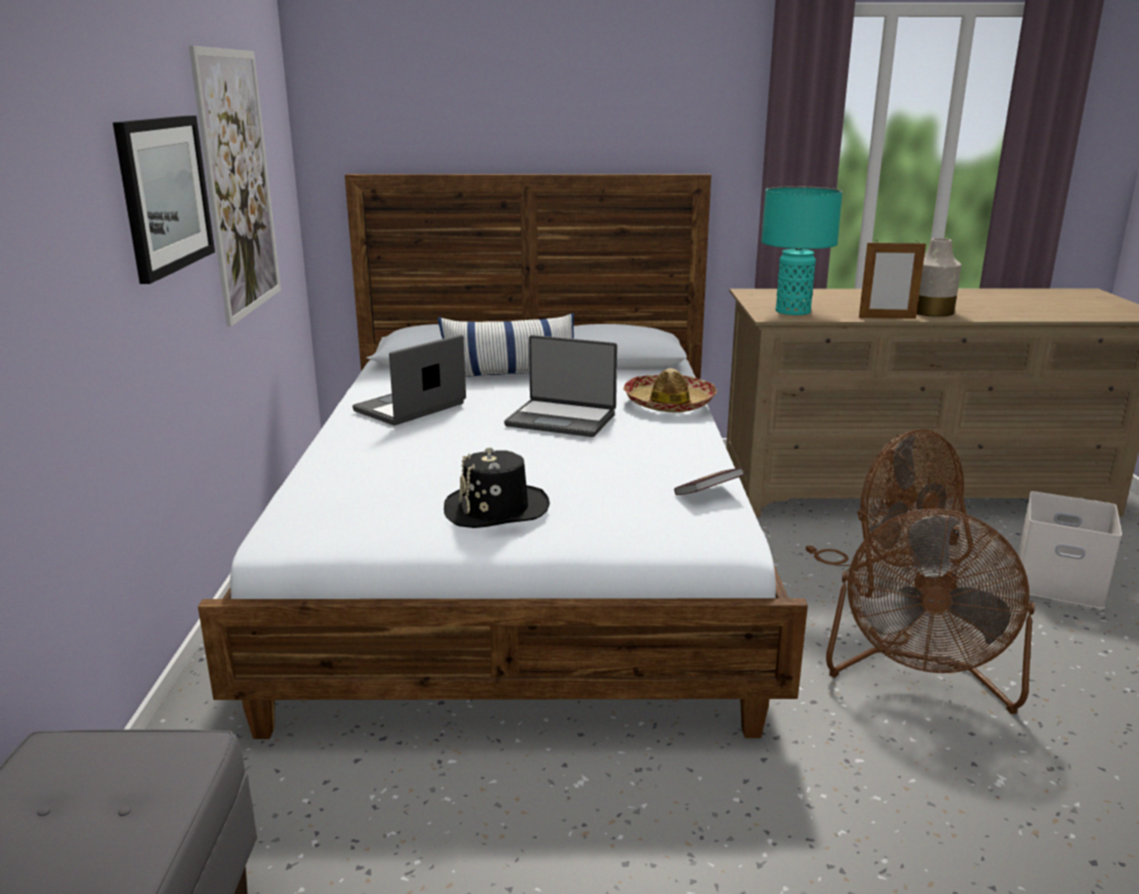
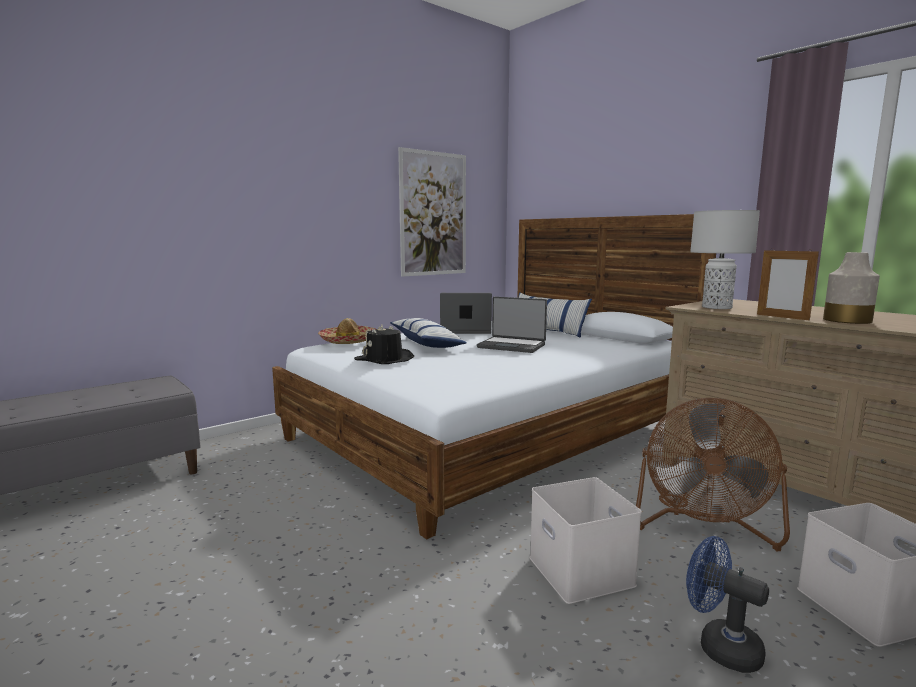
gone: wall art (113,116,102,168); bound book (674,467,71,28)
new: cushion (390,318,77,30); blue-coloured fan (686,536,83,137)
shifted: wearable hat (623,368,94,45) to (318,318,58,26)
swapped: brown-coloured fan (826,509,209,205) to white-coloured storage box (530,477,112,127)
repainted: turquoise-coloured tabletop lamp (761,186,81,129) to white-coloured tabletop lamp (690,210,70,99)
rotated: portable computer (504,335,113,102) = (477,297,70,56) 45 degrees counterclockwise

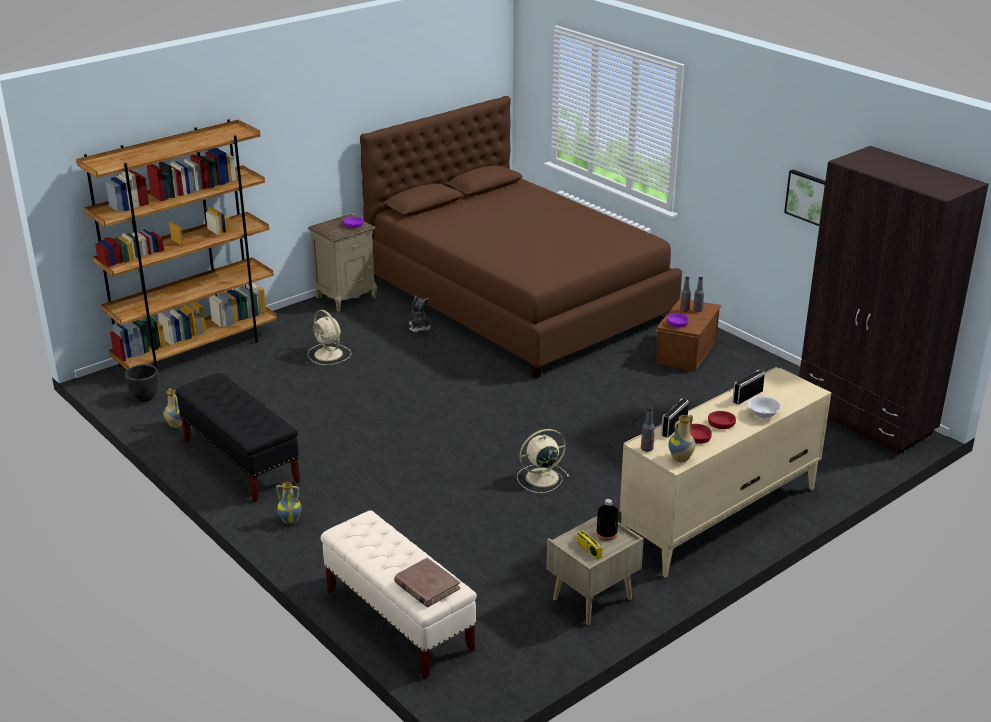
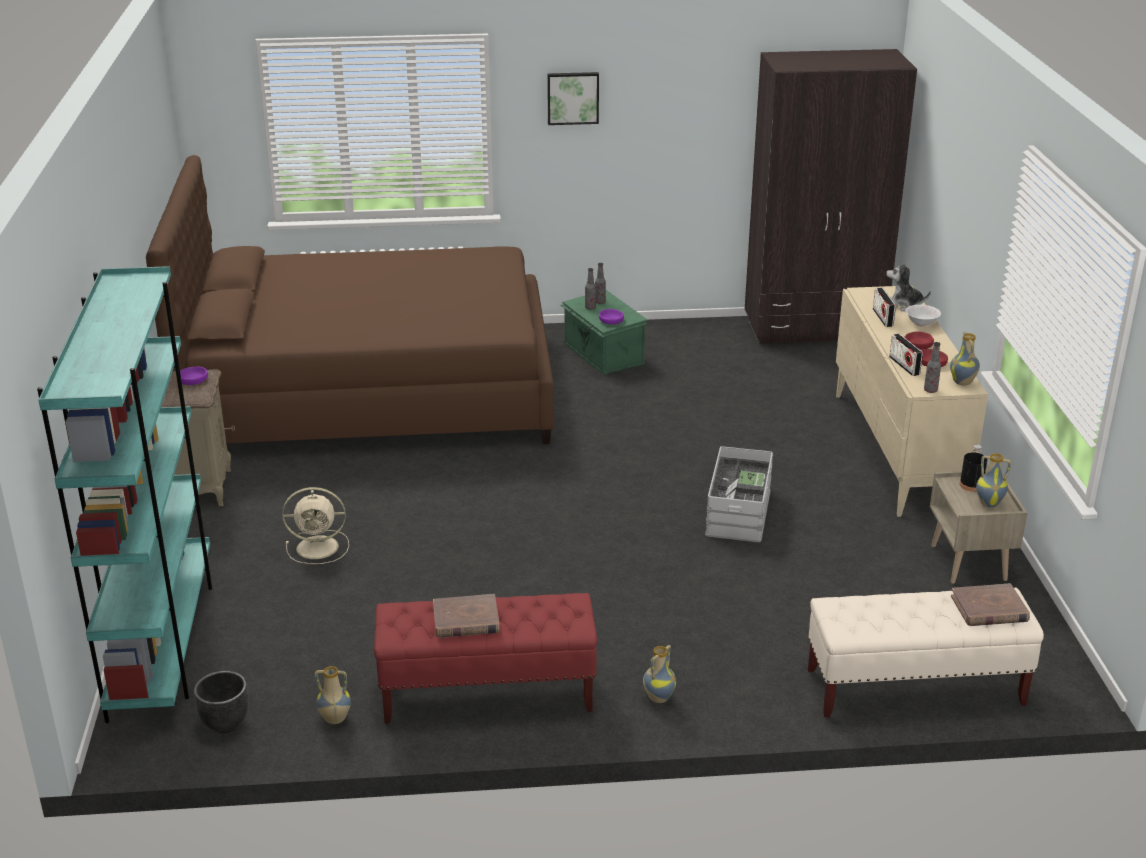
new: brown-coloured bound book (433,594,67,44)
shifted: plush toy (409,296,22,36) to (886,262,45,49); wall art (784,170,41,56) to (547,72,52,53)
swapped: beige-coloured fan (517,429,53,64) to grey storage box (705,446,68,96); radio receiver (577,525,26,34) to vase (976,453,35,54)
repainted: brown-coloured bookcase (76,120,202,250) to turquoise-coloured bookcase (37,266,175,457); black-coloured long seat (175,372,125,130) to reddish long seat (374,593,223,131); brown-coloured storage box (655,298,66,74) to green storage box (561,290,87,85)

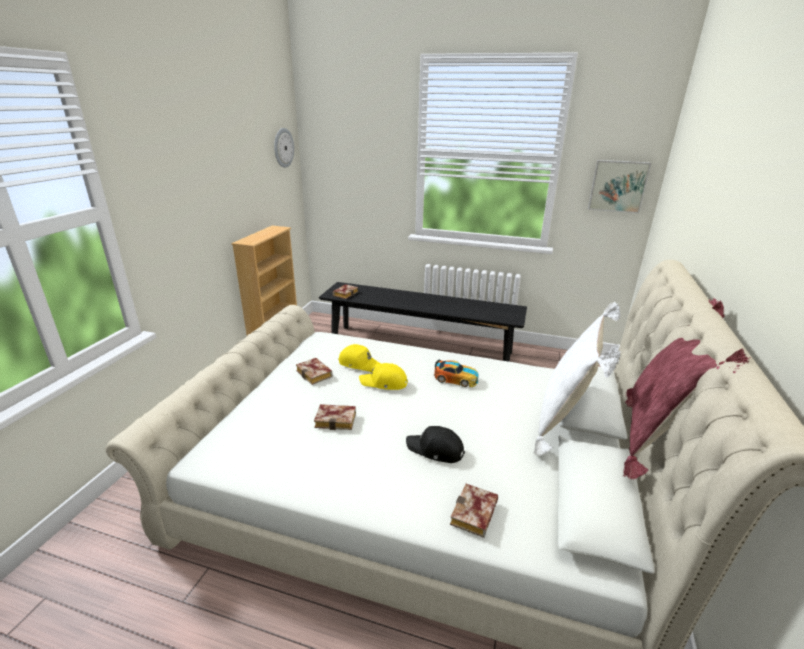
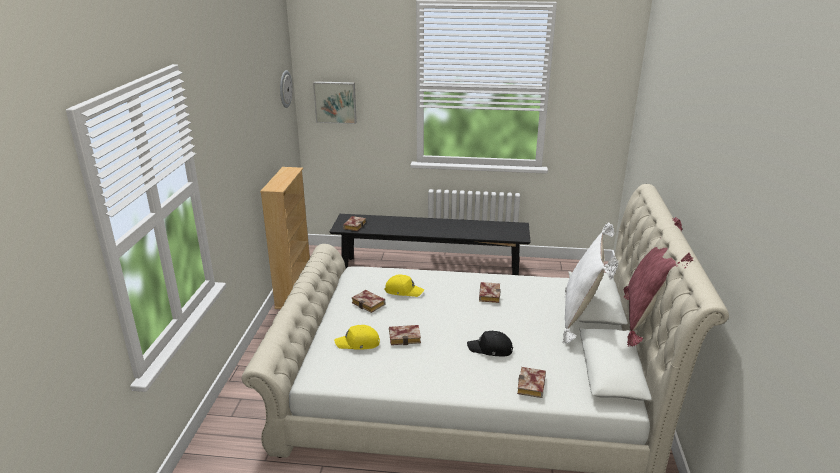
shifted: yellowish peaked cap (359,363,49,27) to (334,325,46,25); wall art (588,160,63,53) to (313,81,44,43)
swapped: toy car (433,359,46,28) to bound book (479,282,22,21)

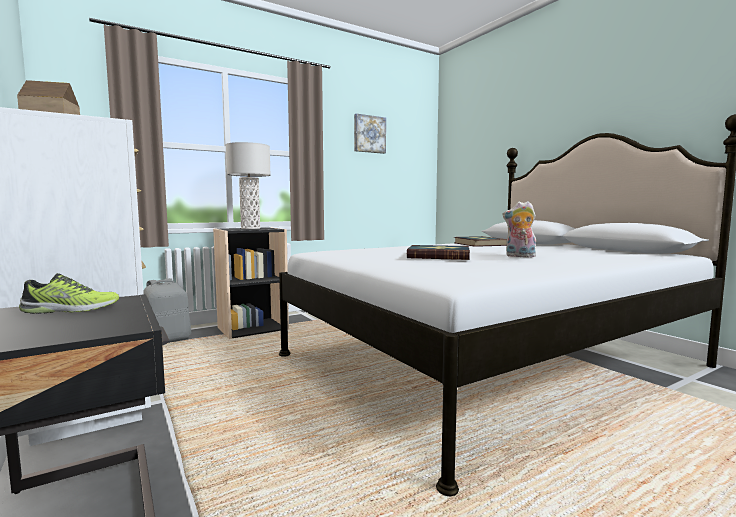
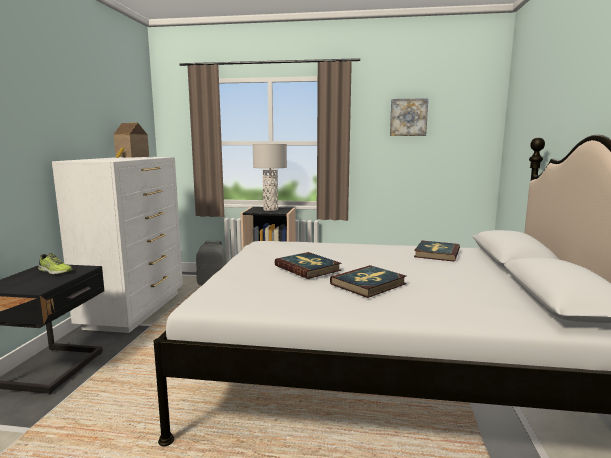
swapped: plush toy (503,201,33,56) to bound book (330,265,76,33)

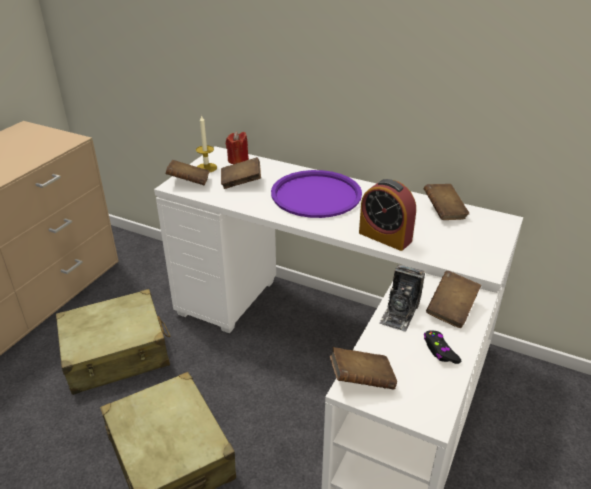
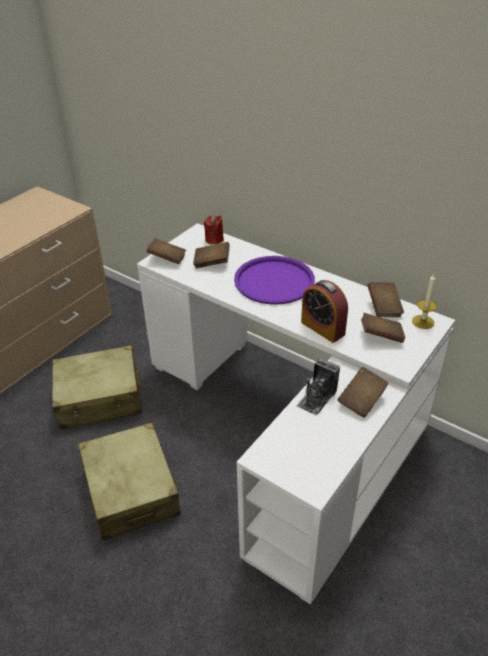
gone: black-coloured gamepad (424,330,38,34)
shifted: candle (196,115,21,58) to (412,274,25,55); brown-coloured bound book (330,347,67,43) to (361,313,44,30)

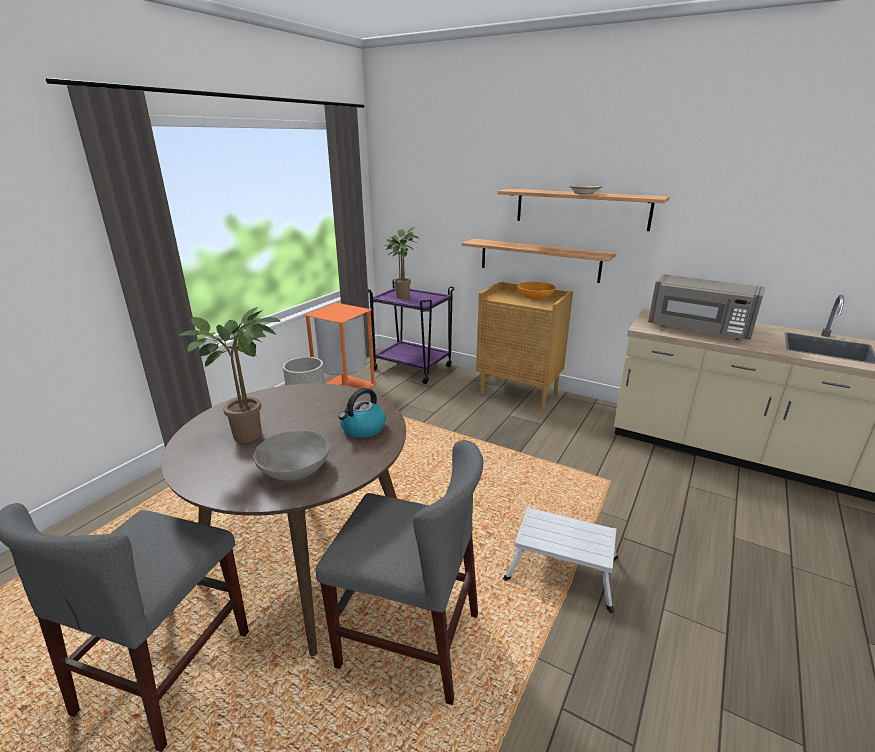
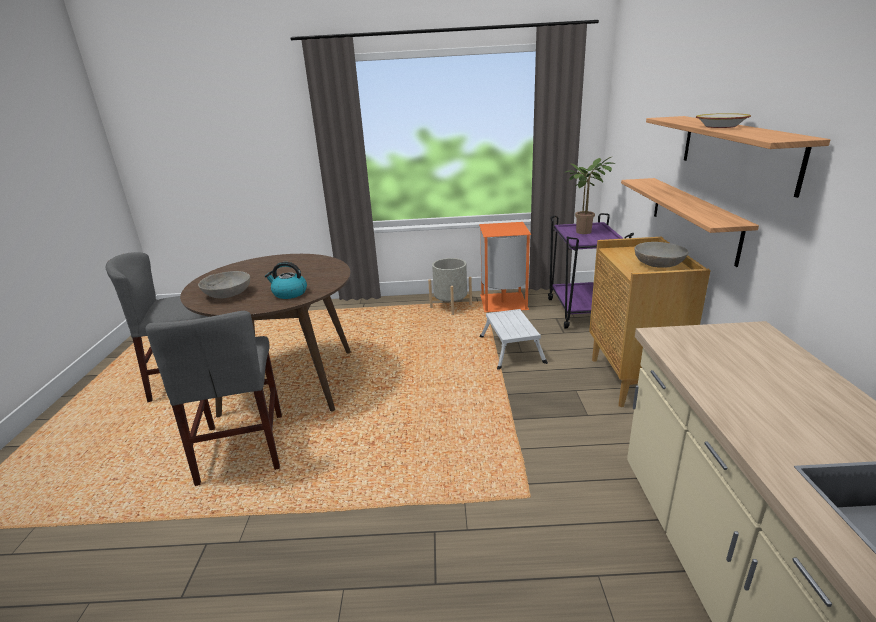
gone: potted plant (179,307,102,136); grey microwave oven (648,274,117,66)
shifted: white-coloured step ladder (503,507,115,107) to (479,309,69,61)
repainted: orangey deep dish (517,282,38,18) to grey deep dish (635,242,53,26)

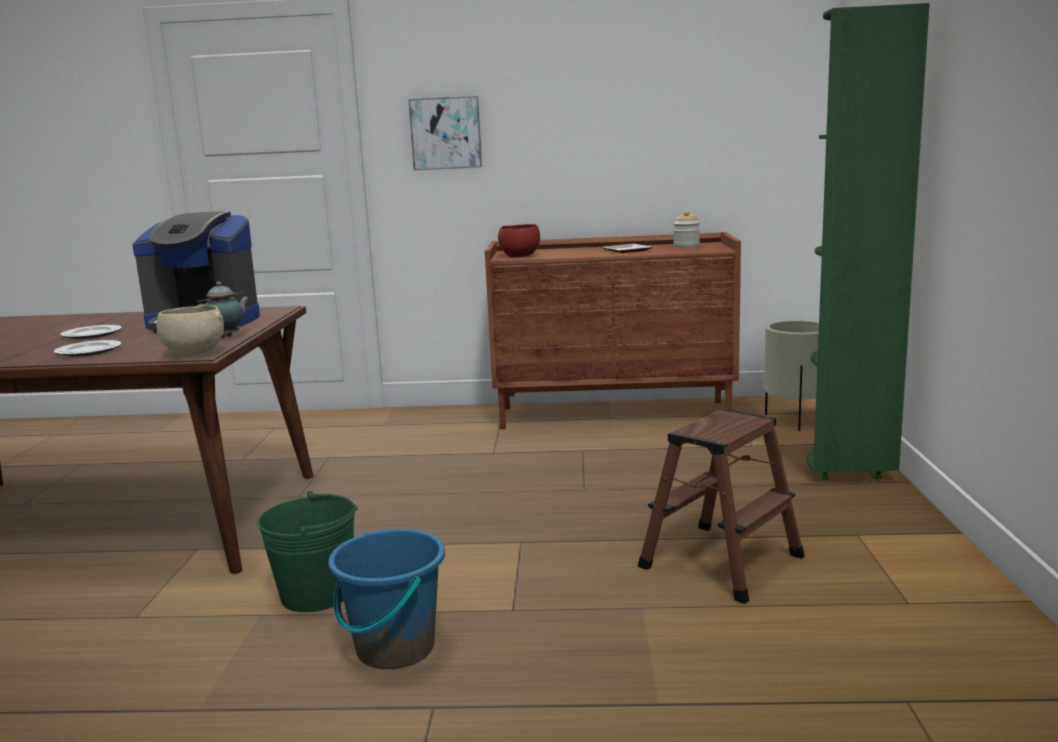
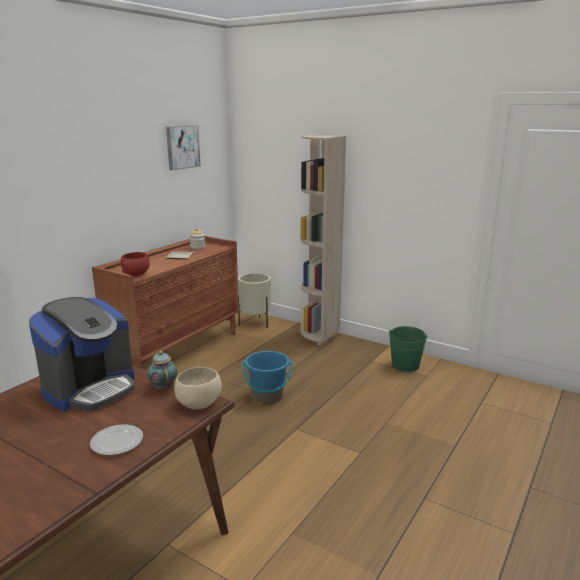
gone: dinner plate (60,325,62,14); brown-coloured step ladder (638,408,167,196)
shifted: green bucket (257,491,101,121) to (389,326,38,46); blue-coloured bucket (328,529,117,140) to (243,351,49,53); wall art (408,96,74,74) to (166,125,34,45)
repainted: green bookcase (807,3,123,477) to beige-coloured bookcase (300,134,46,211)

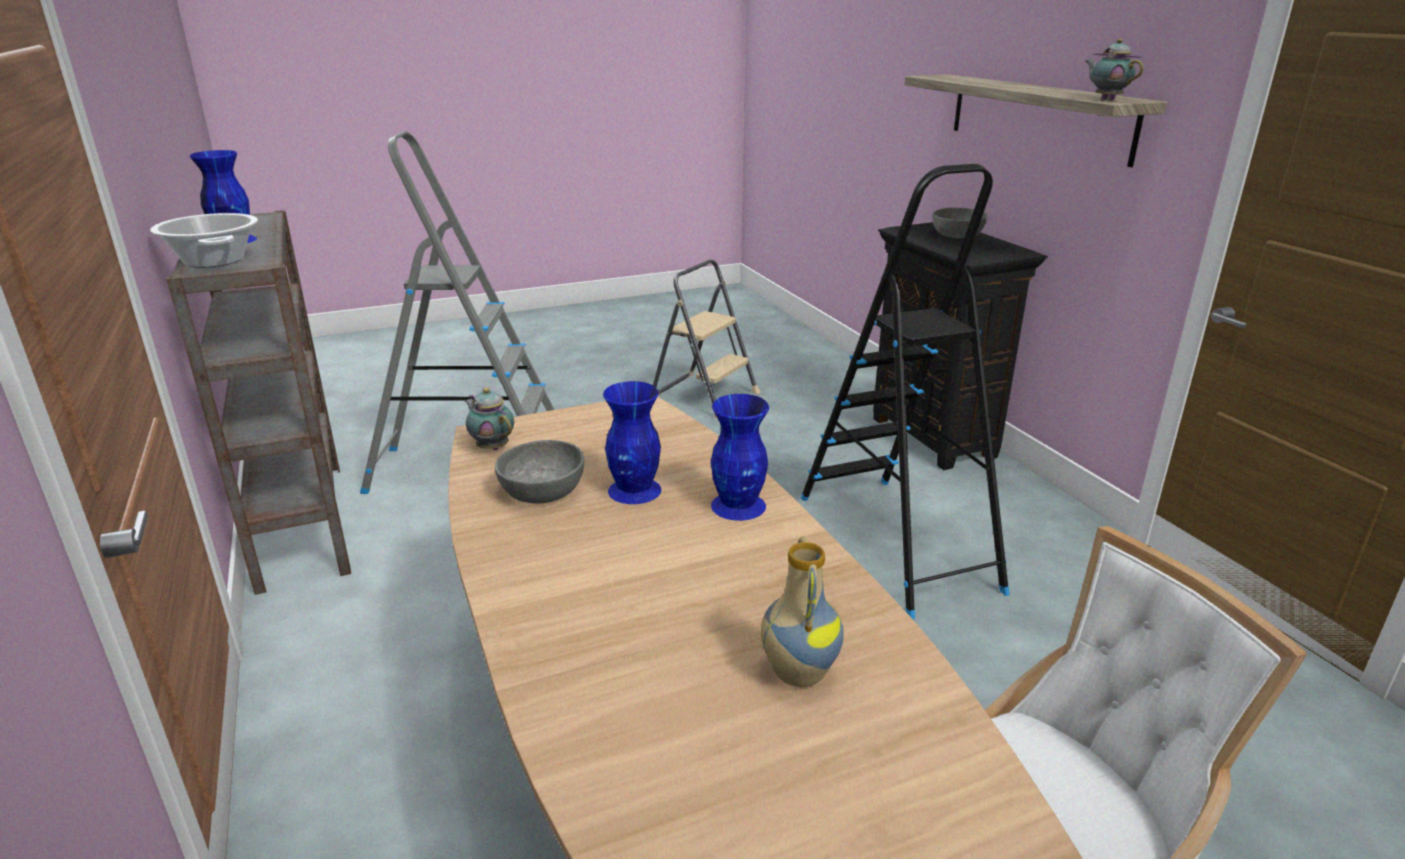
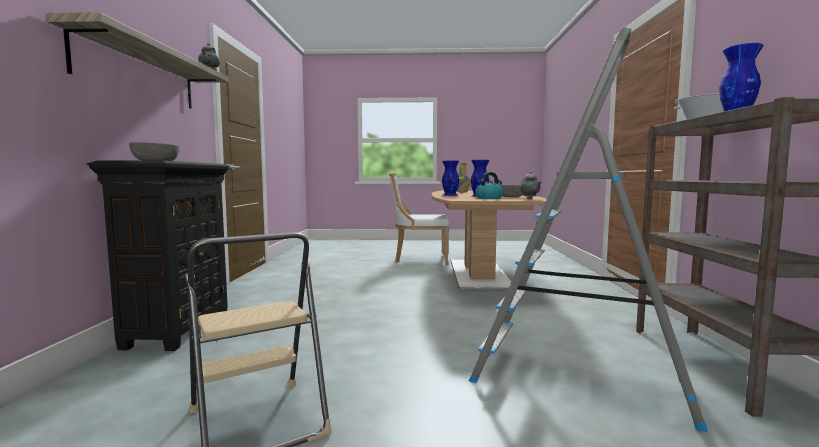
gone: black-coloured step ladder (801,164,208,455)
new: kettle (475,172,29,27)

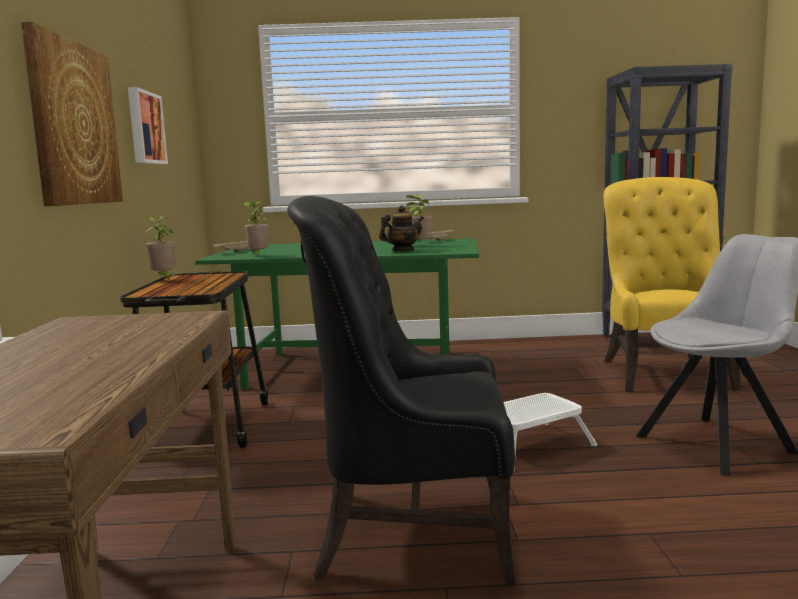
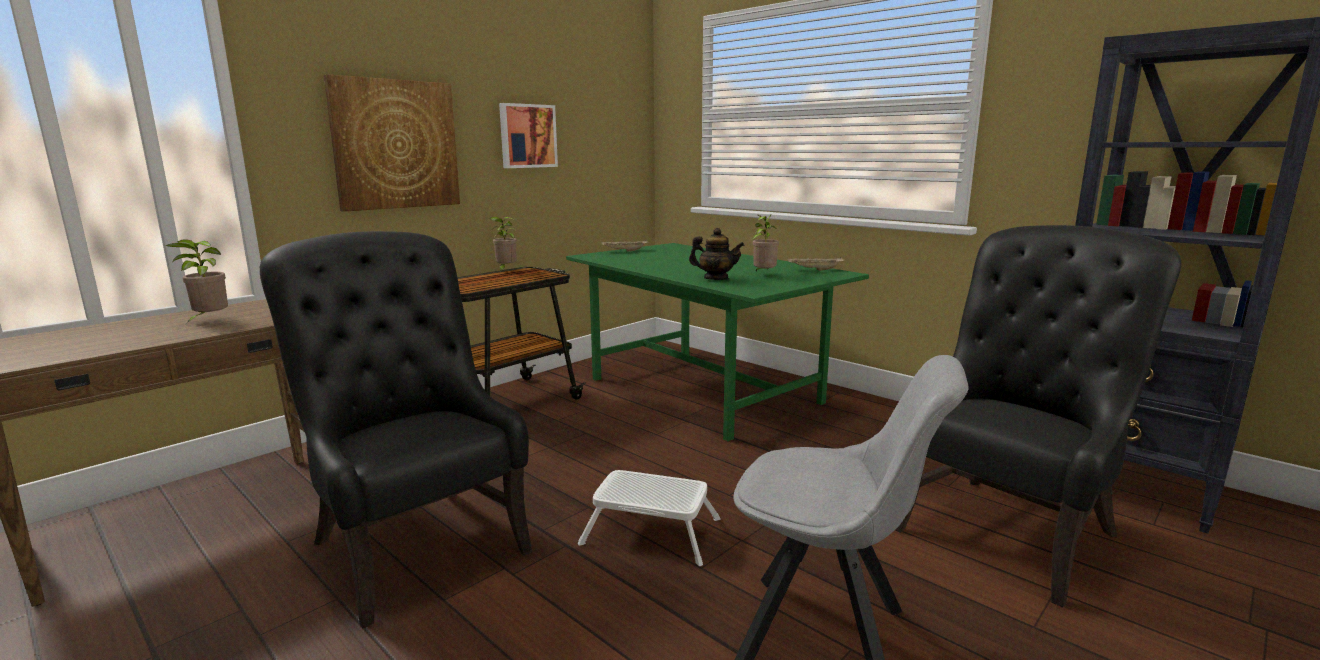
shifted: potted plant (242,202,27,55) to (166,239,62,85)
repainted: yellowish plain chair (603,177,138,215) to black-coloured plain chair (895,225,286,382)

